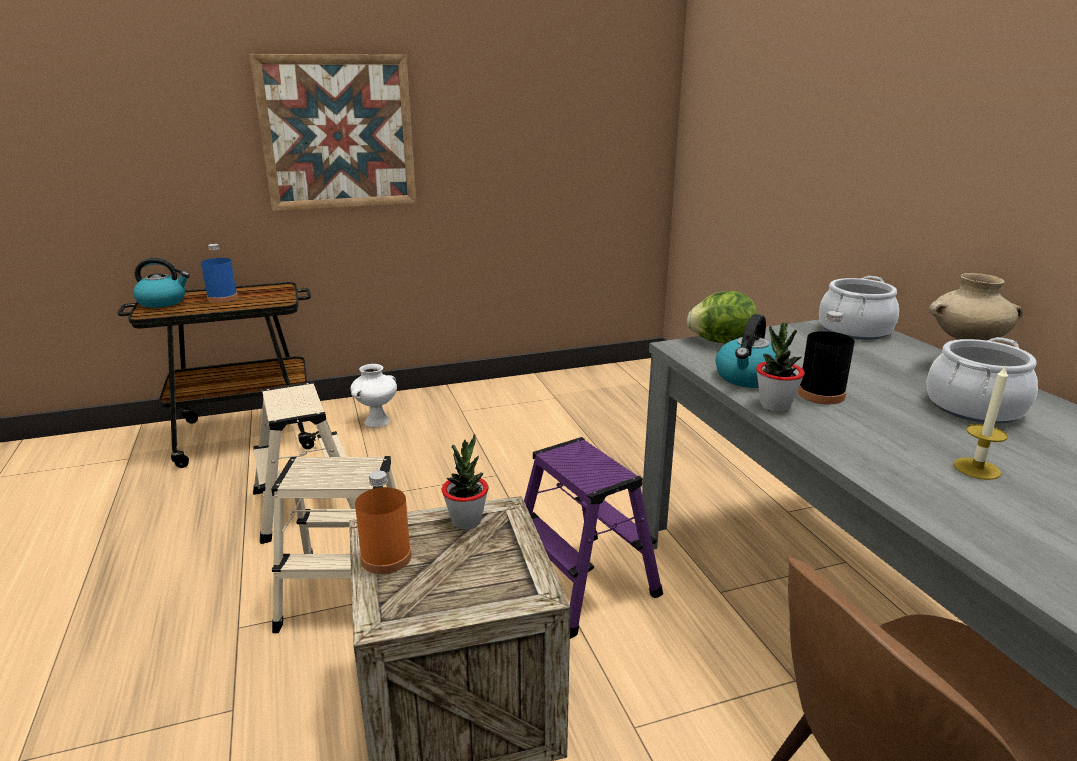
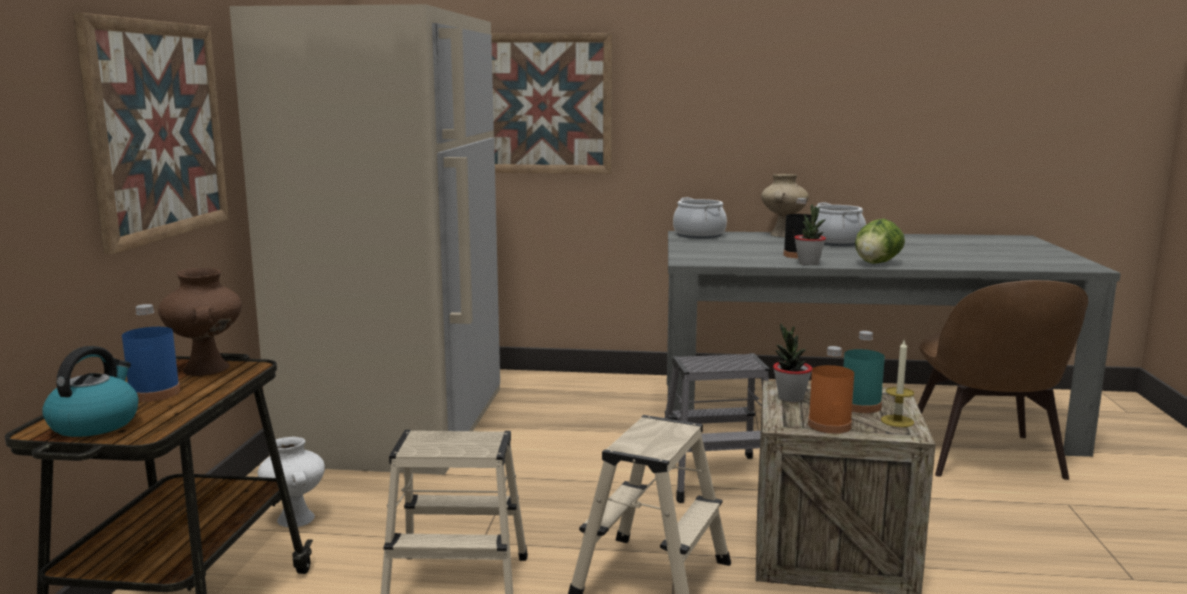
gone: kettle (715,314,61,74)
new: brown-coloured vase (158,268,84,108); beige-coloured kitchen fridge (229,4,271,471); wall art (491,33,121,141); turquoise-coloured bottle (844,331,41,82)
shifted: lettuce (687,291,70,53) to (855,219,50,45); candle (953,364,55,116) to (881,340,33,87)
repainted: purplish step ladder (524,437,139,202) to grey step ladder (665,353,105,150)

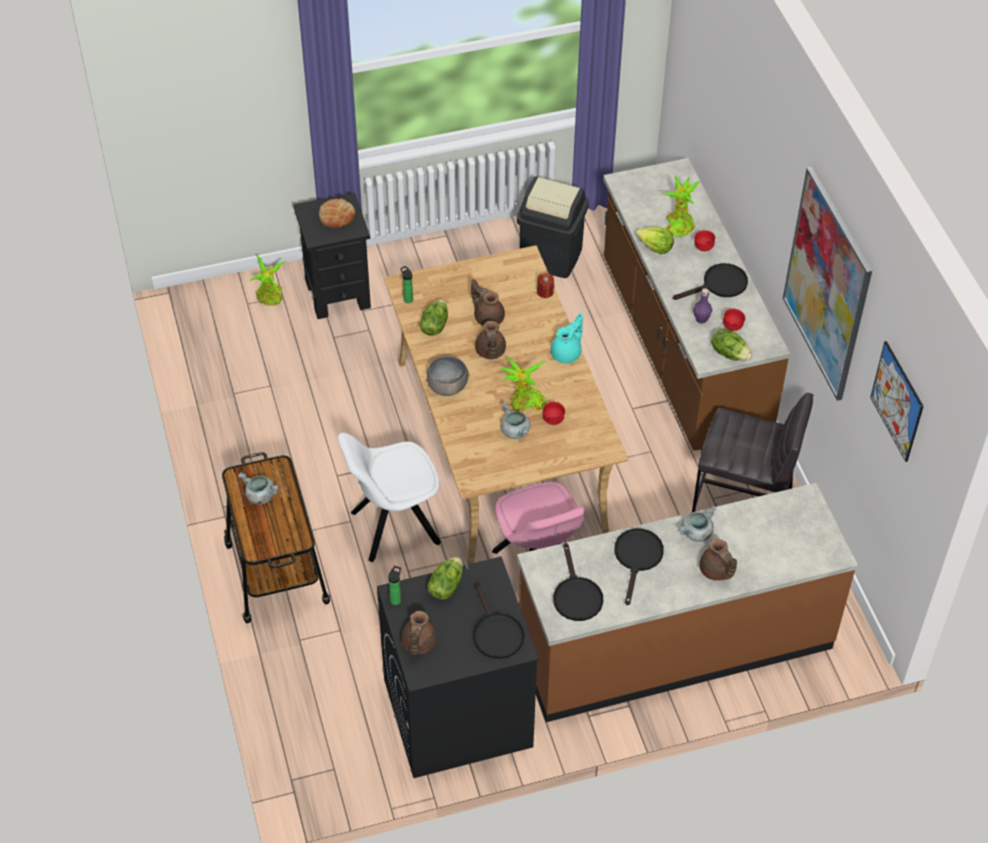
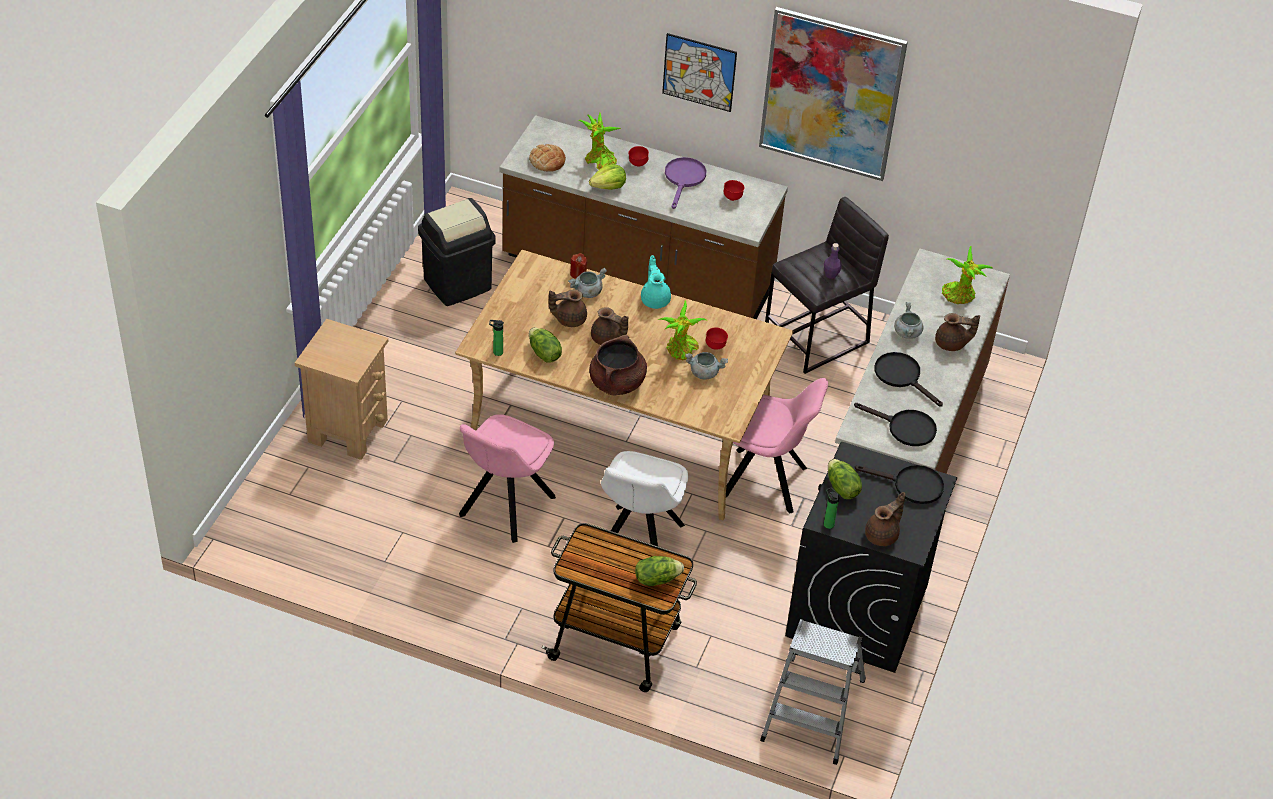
new: pinkish plain chair (459,414,97,129); grey step ladder (760,619,106,146)
shifted: grey saucepot (238,472,41,33) to (568,267,39,31); potted plant (249,255,38,51) to (942,246,52,58); bread (319,198,36,30) to (529,144,37,28); purplish bottle (693,288,19,35) to (824,243,18,36); lettuce (711,328,41,33) to (635,556,49,30); wall art (870,341,54,121) to (662,33,75,79)
swapped: grey deep dish (427,356,41,40) to brown-coloured saucepot (589,335,58,60)
repainted: black-coloured night table (293,192,78,127) to beige-coloured night table (295,319,93,141); black-coloured pan (673,263,75,37) to purplish pan (665,157,42,52)
rotated: brown-coloured pot for tea (401,611,36,44) = (865,492,40,54) 90 degrees counterclockwise

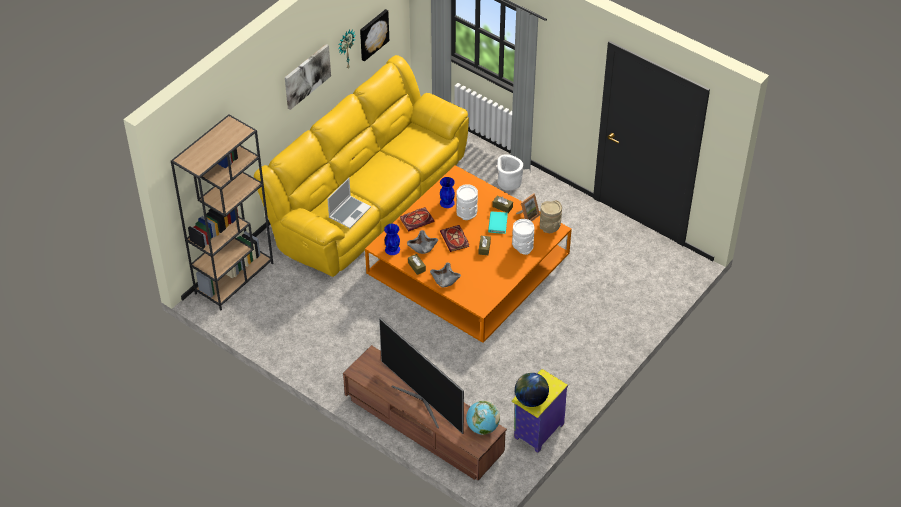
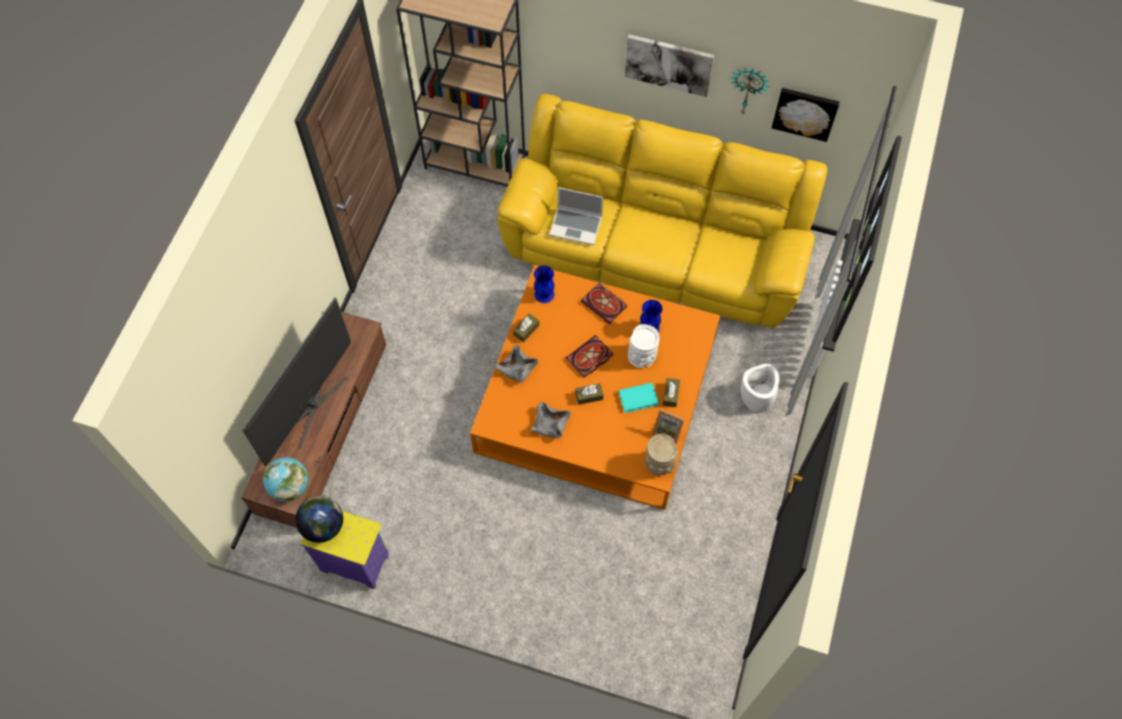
gone: white-coloured vase (512,219,22,36)
shifted: grey deep dish (407,230,31,24) to (531,402,40,36)

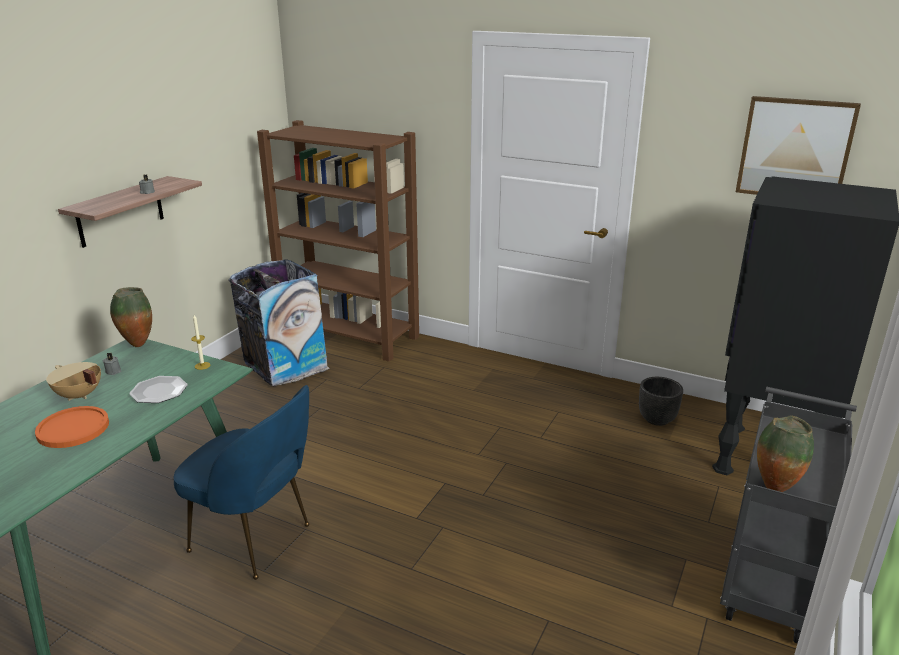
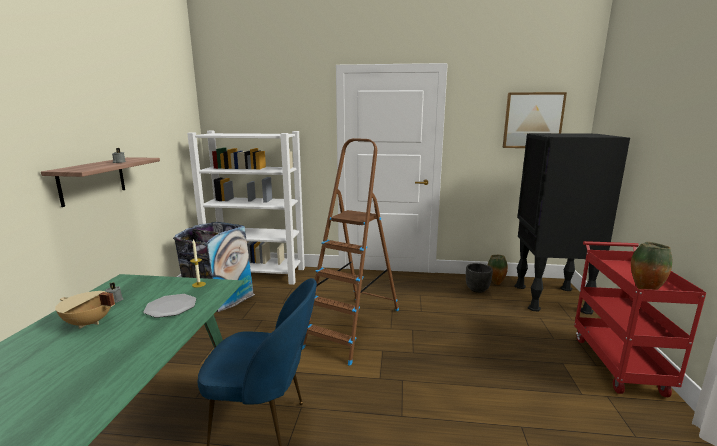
gone: orangey dinner plate (35,406,74,42)
new: brown-coloured step ladder (302,138,97,228)
shifted: vase (110,287,42,60) to (488,255,20,30)
repainted: brown-coloured bookcase (257,120,162,242) to white-coloured bookcase (187,131,118,154); grey cart (720,386,137,257) to reddish cart (574,241,132,156)

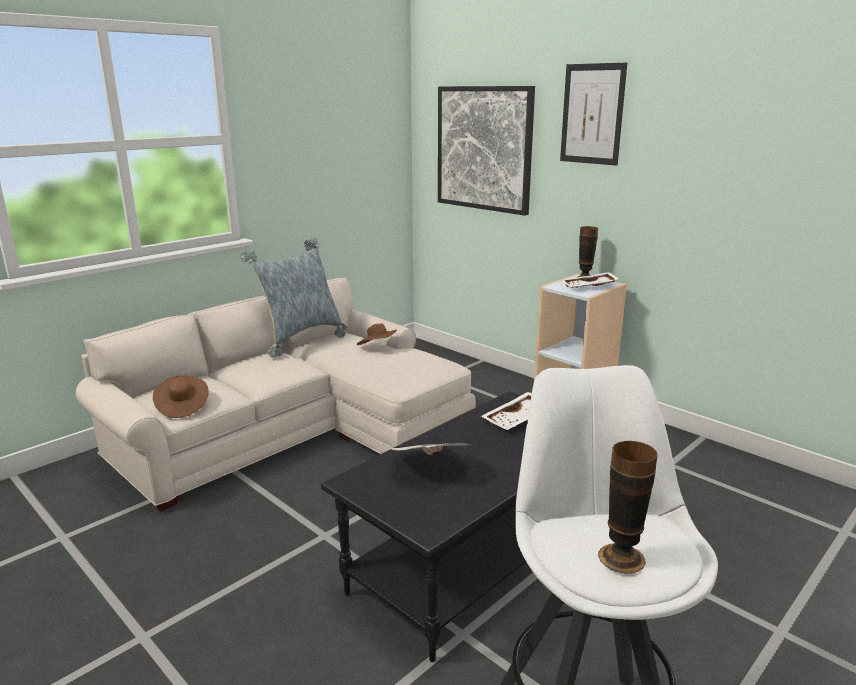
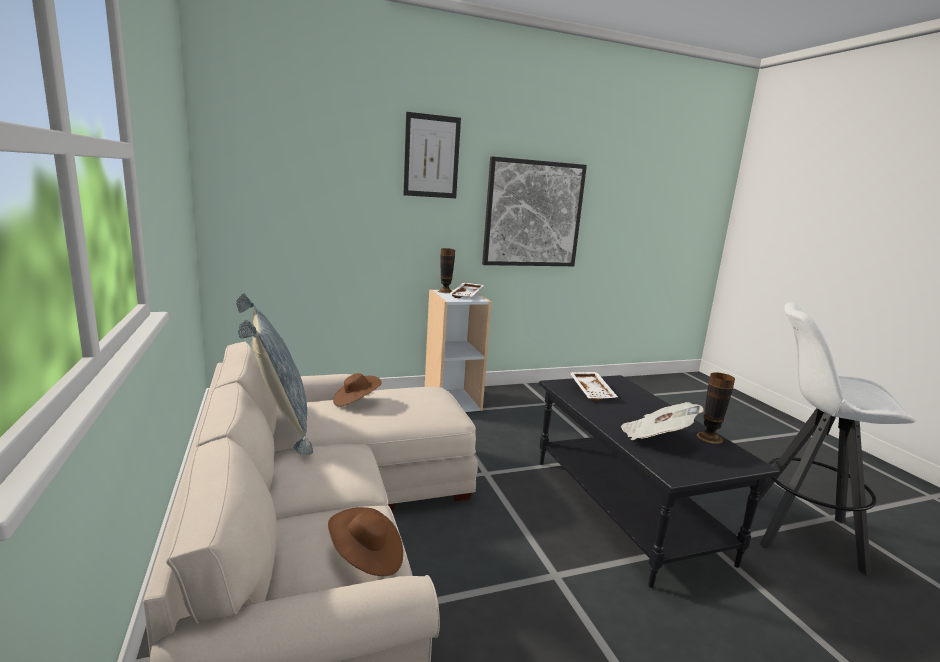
shifted: wall art (438,86,97,130) to (482,156,105,110); vase (598,441,60,133) to (696,372,39,72)

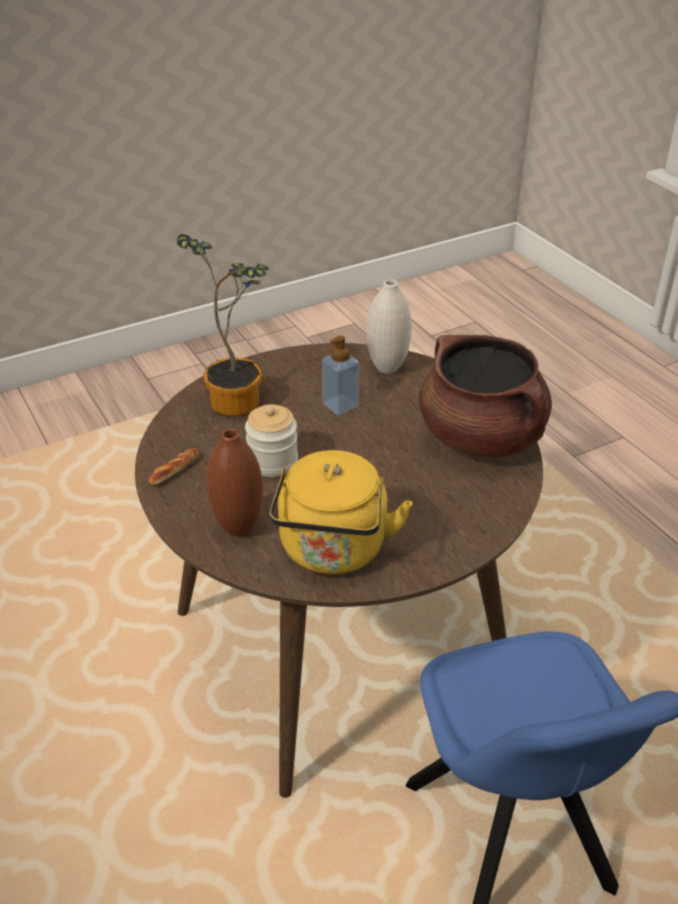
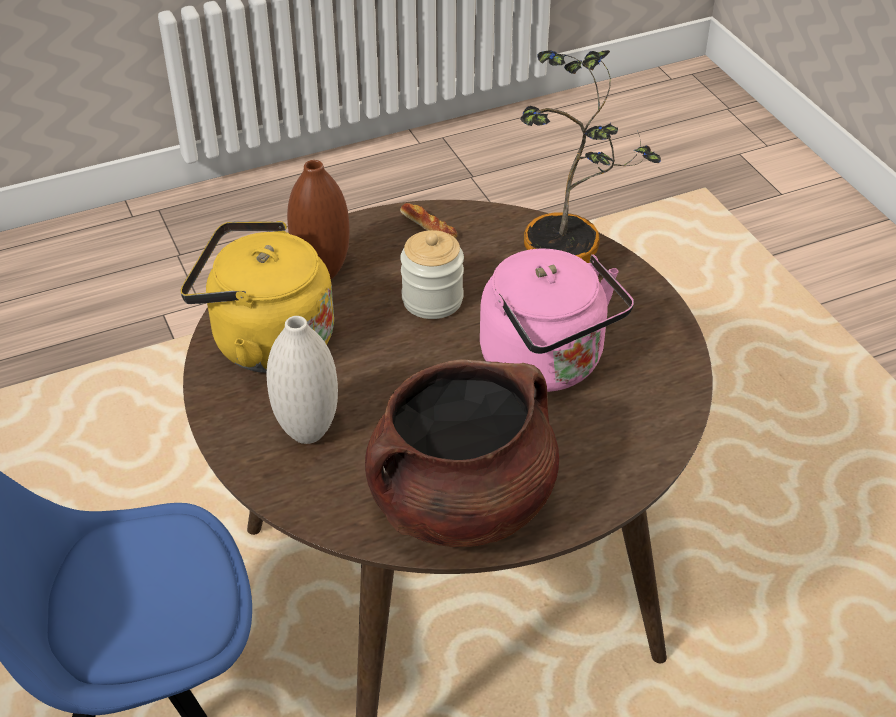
shifted: white-coloured vase (367,279,45,95) to (267,316,71,128)
swapped: liquid soap bottle (322,335,37,80) to pinkish kettle (480,248,154,144)

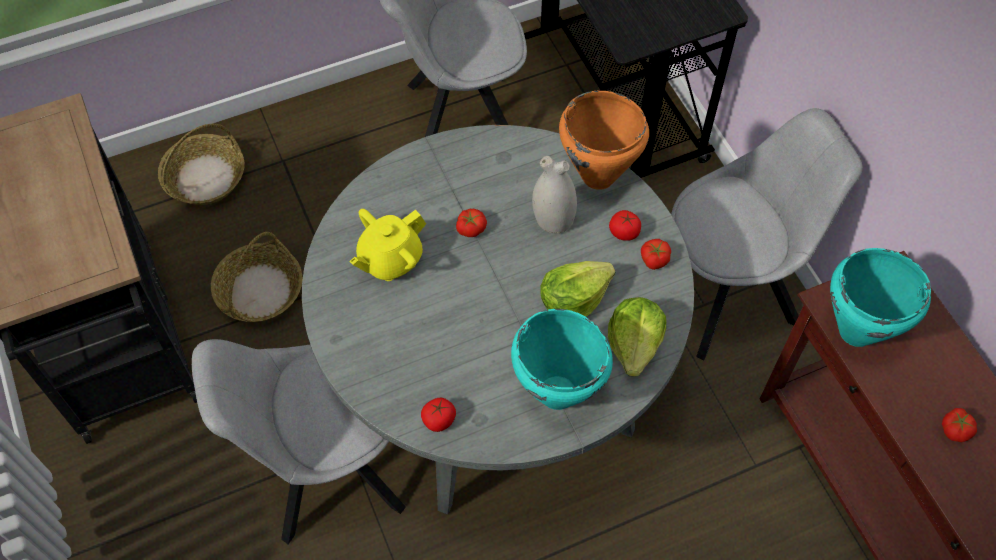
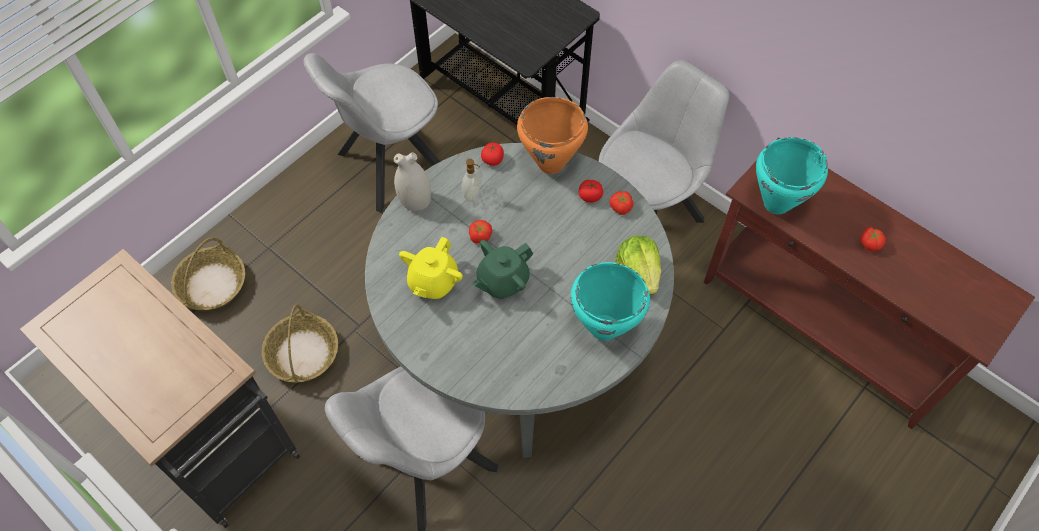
gone: lettuce (540,261,75,56)
new: liquid soap bottle (462,159,20,42); green pot for tea (472,240,61,59)
shifted: tomato (421,398,35,34) to (481,143,23,23); white-coloured vase (532,156,45,77) to (394,152,37,59)

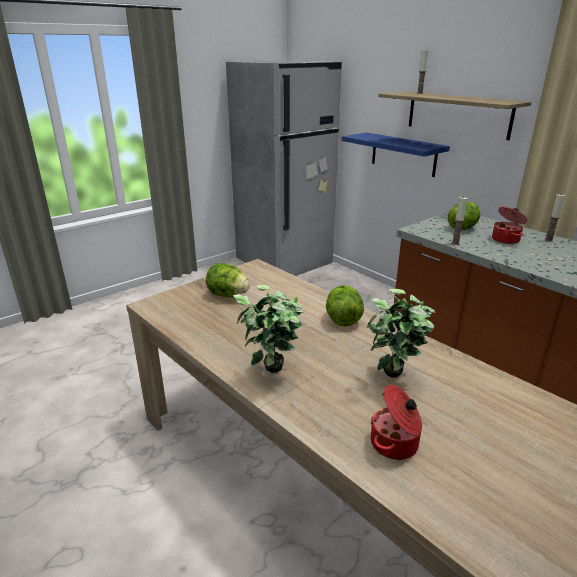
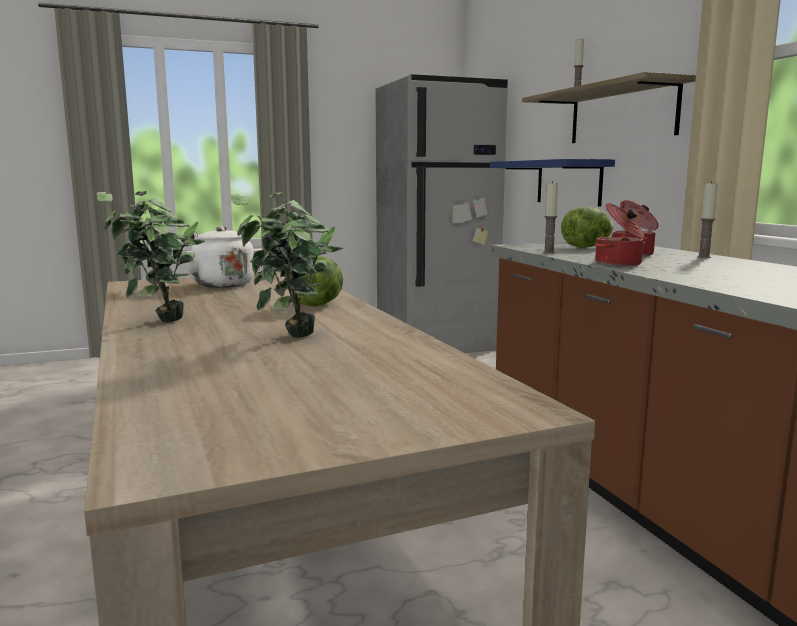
shifted: saucepot (371,385,51,75) to (594,203,51,64)
swapped: lettuce (206,263,44,34) to white-coloured kettle (181,226,73,62)

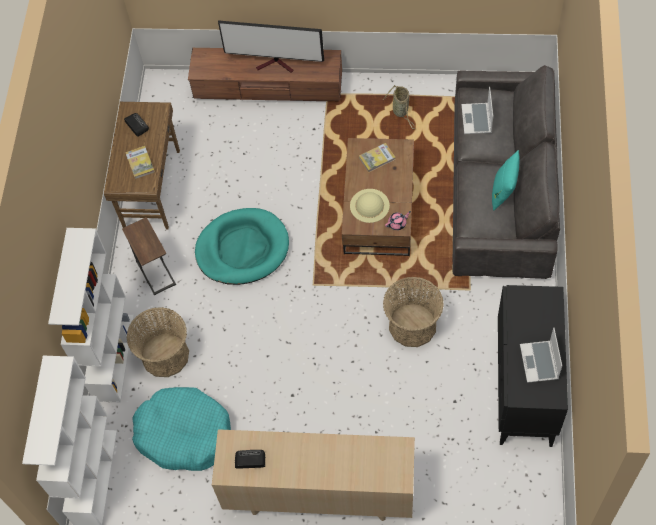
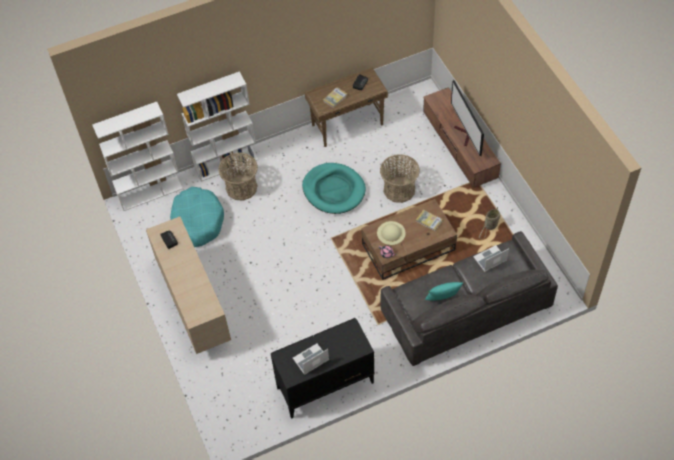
gone: brown-coloured end table (122,217,54,78)
shifted: household basket (383,277,61,70) to (380,154,40,49)

